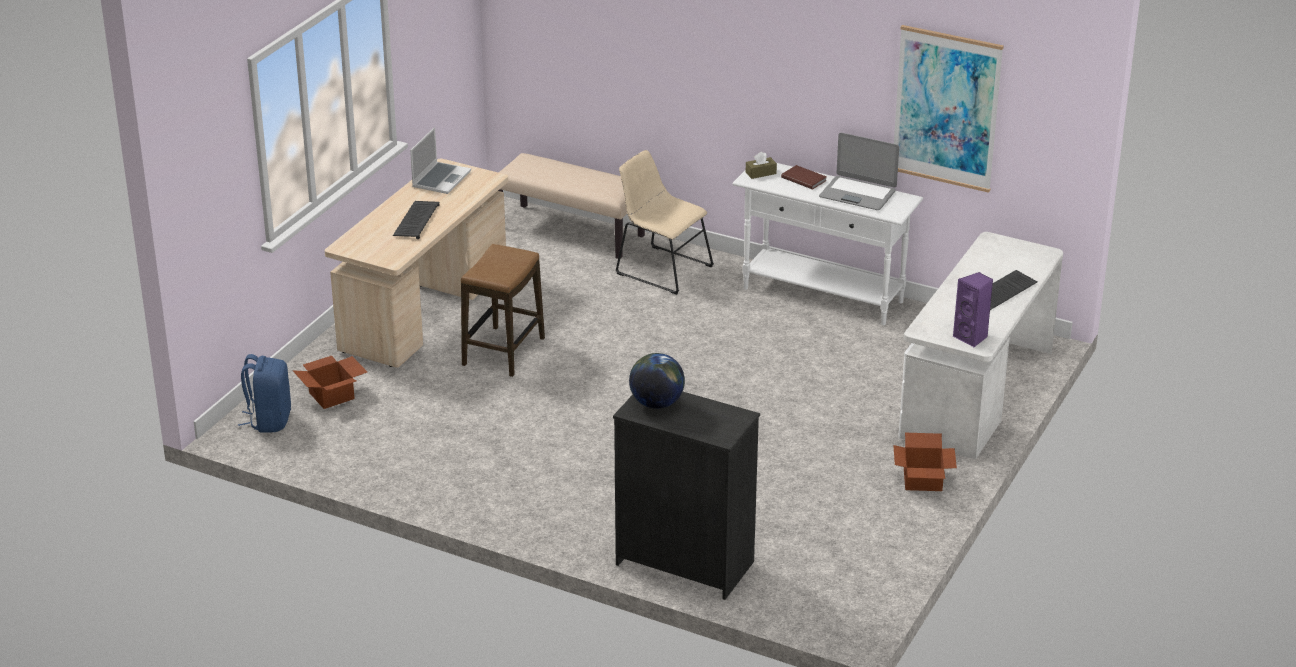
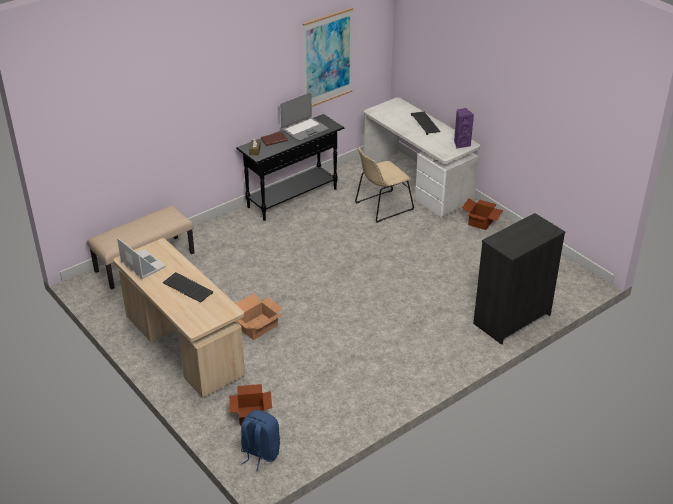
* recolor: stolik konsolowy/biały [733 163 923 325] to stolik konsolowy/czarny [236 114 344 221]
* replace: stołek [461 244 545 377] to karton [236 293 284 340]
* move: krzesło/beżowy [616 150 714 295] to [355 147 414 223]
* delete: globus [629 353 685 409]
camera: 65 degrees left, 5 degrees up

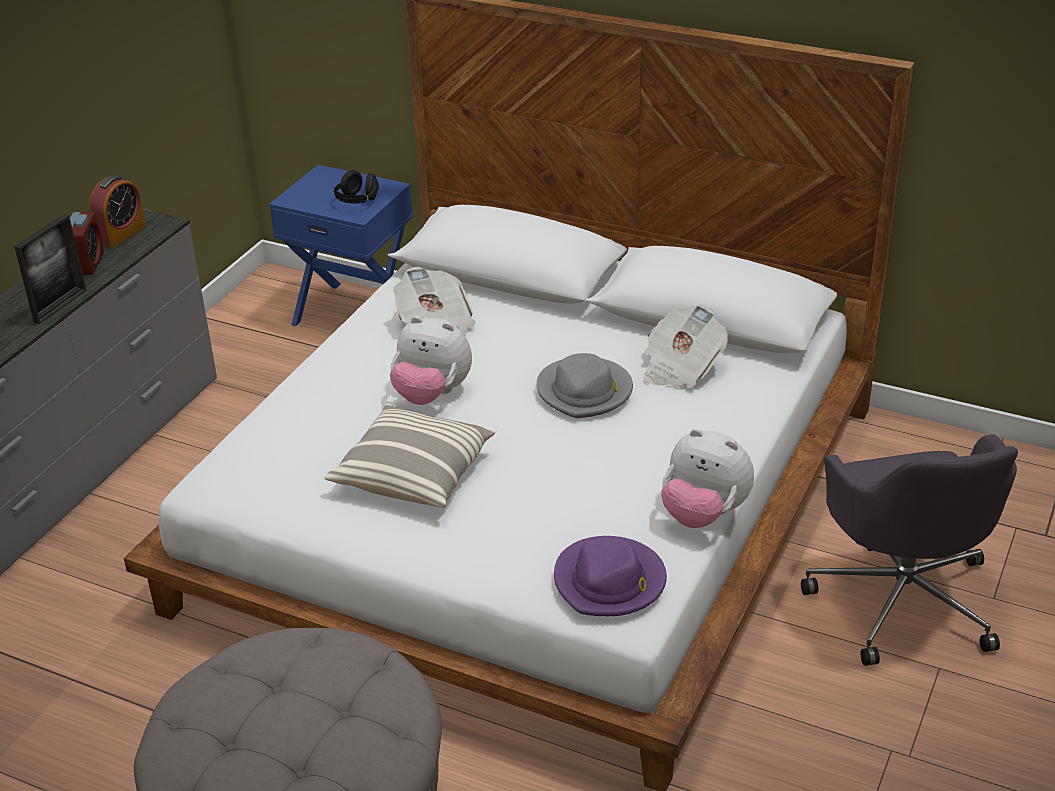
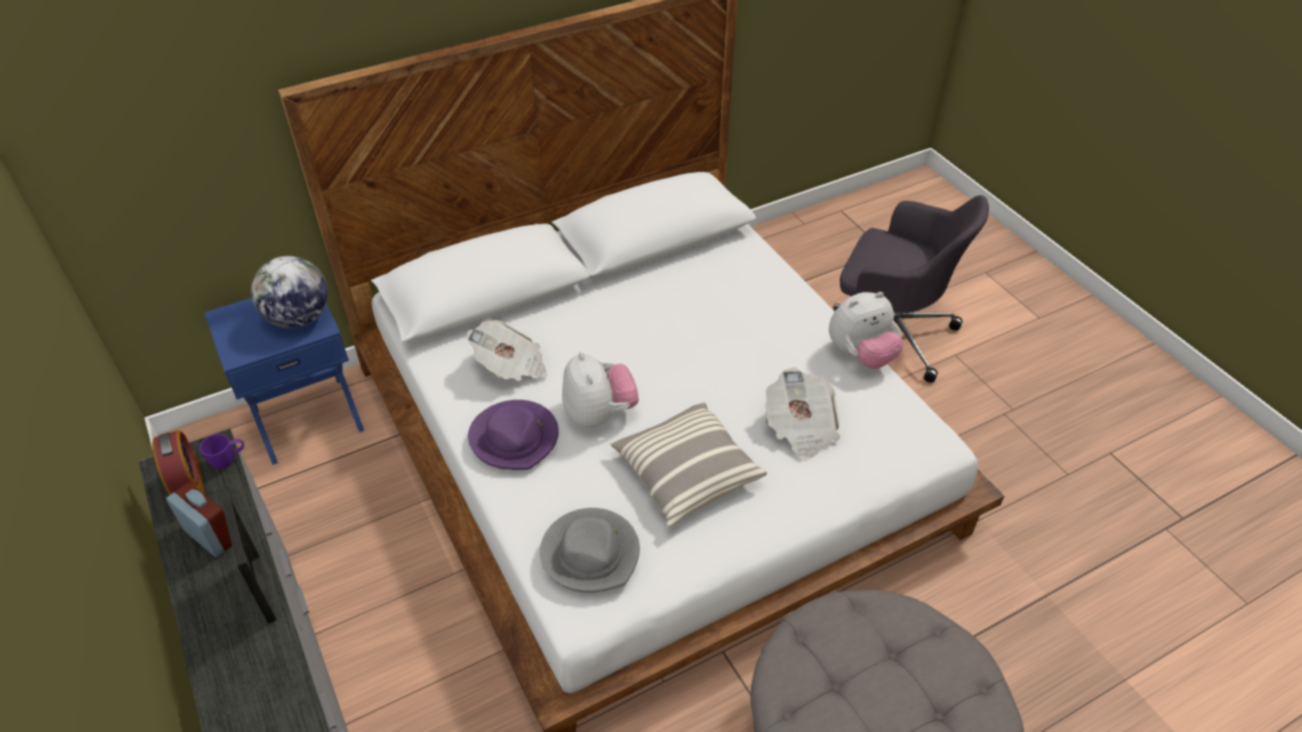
* insert: kubek/fioletowy [200 434 244 469]
* replace: słuchawki/czarny [333 170 379 204] to globus [251 256 328 328]
* move: kapelusz/fioletowy [554 536 667 616] to [468 400 559 470]
* move: kapelusz/szary [537 353 633 418] to [540 508 640 593]
* rotate: pluszak [390 316 472 405] = [562 352 639 427] 75 degrees counterclockwise
* move: gazeta [644 305 728 387] to [765 368 840 461]
camera: 55 degrees left, 10 degrees up

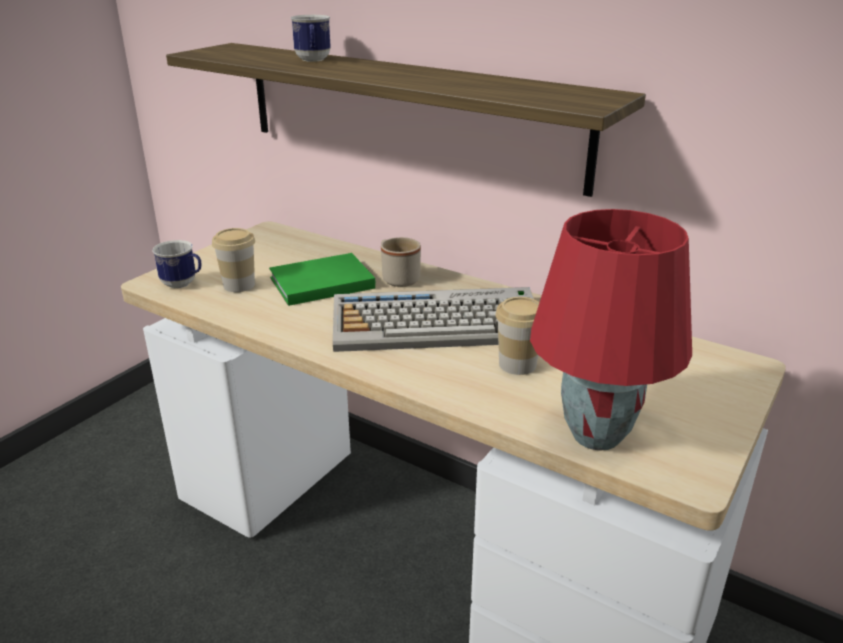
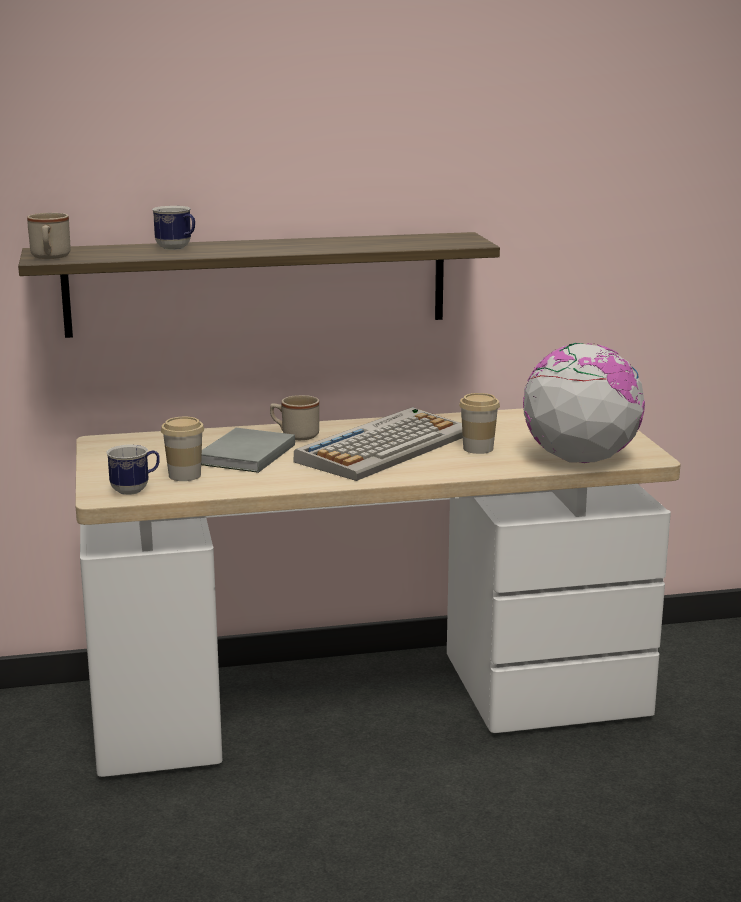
* insert: kubek/beżowy [27 213 71 259]
* recolor: książka/zielony [269 253 376 306] to książka/szary [201 428 295 473]
* replace: lampa stołowa/czerwony [530 209 692 451] to globus [523 343 645 463]
camera: 45 degrees left, 10 degrees down

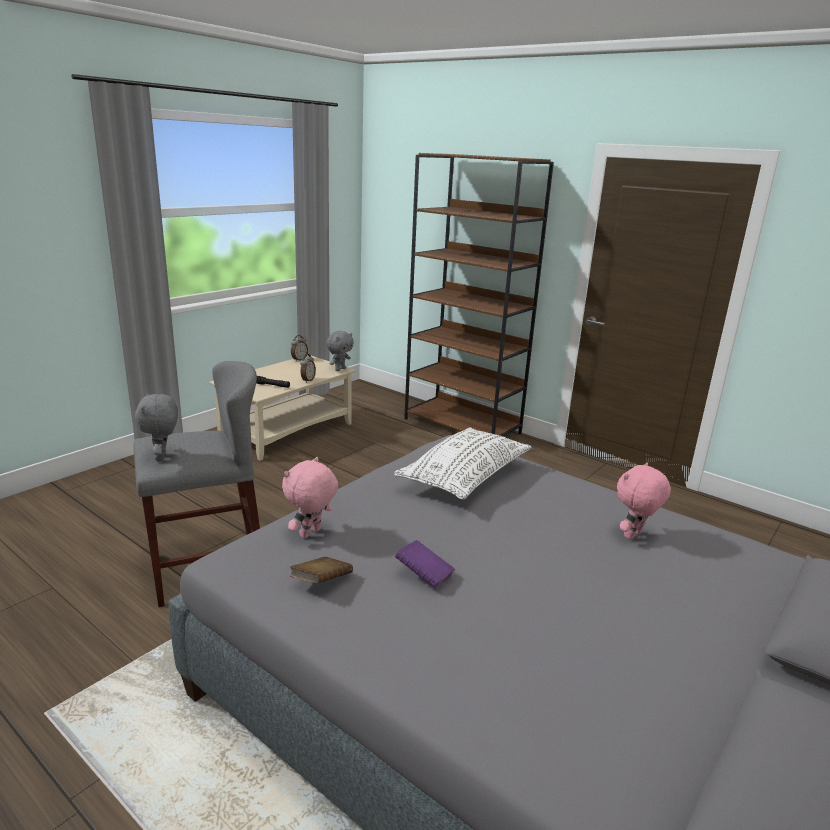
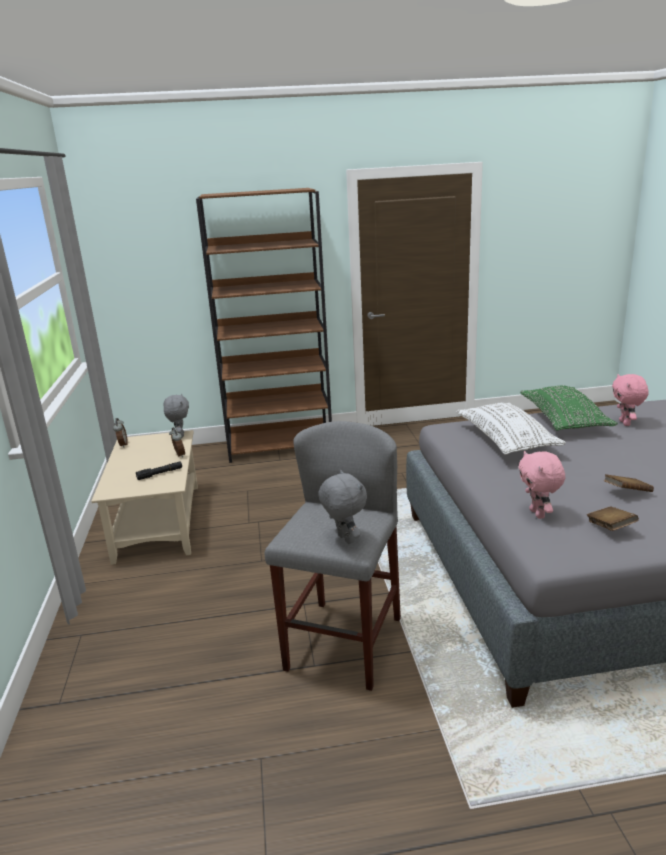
* rotate: pluszak/szary [135 393 178 462] = [318 470 367 544] 150 degrees counterclockwise
* insert: poduszka/zielony [520 386 618 431]
* recolor: książka/fioletowy [395 540 455 588] to książka/brązowy [604 474 654 492]
camera: 45 degrees left, 0 degrees up

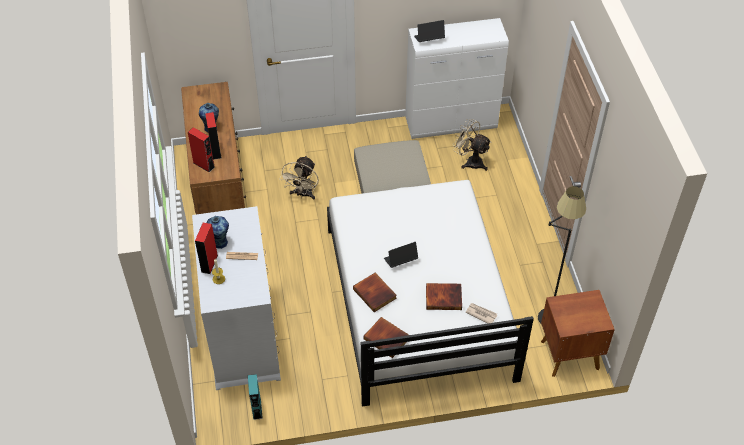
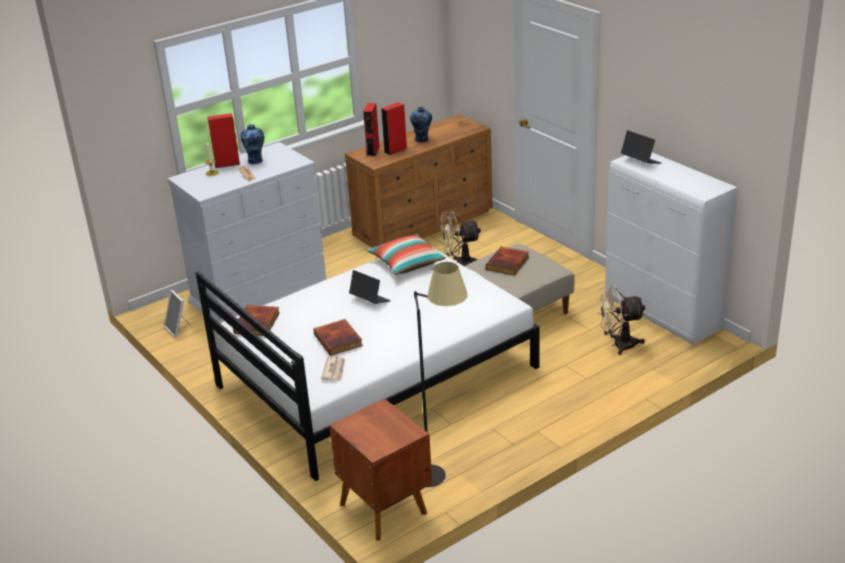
* replace: głośnik/turkusowy [248 374 263 420] to ramka na zdjęcie [164 290 192 338]
* insert: poduszka [367 234 446 275]
* move: książka [353 273 397 312] to [486 247 529 275]
* rotate: wentylator/beżowy [453 119 492 171] = [598 285 645 355] 105 degrees counterclockwise
camera: 65 degrees right, 20 degrees down

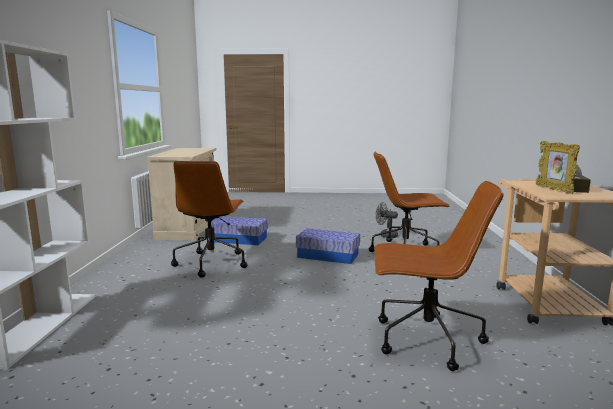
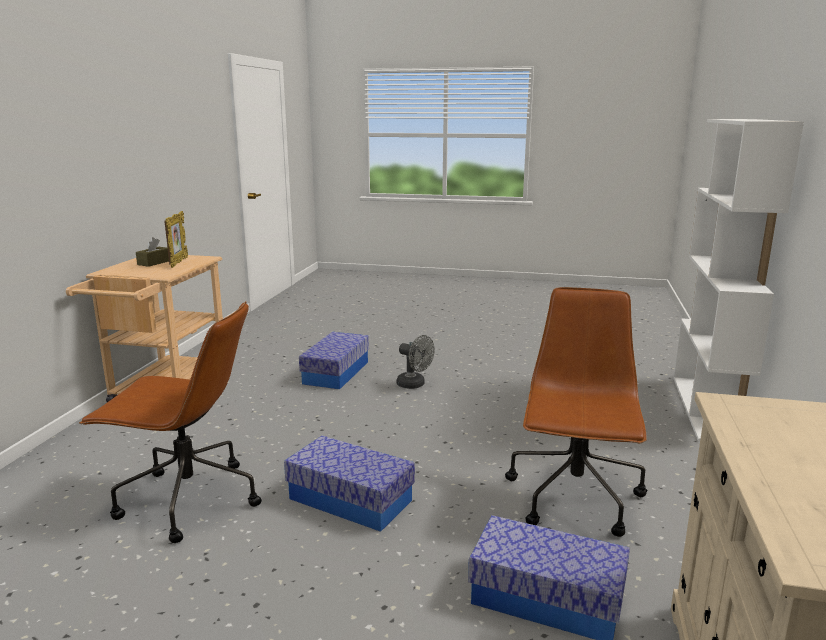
* replace: krzesło biurowe/brązowy [374 181 504 371] to pojemnik do przechowywania [299 332 369 389]
* move: wentylator/szary [375 202 398 238] to [397 335 435 389]
camera: 170 degrees left, 5 degrees up

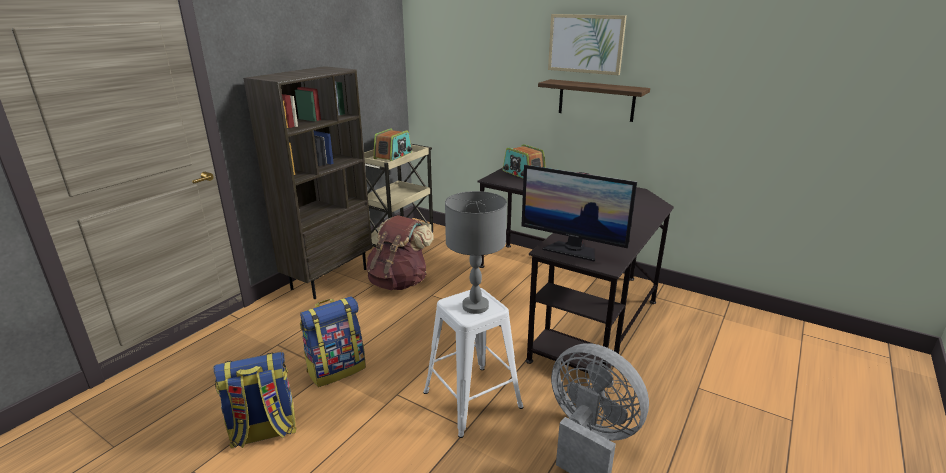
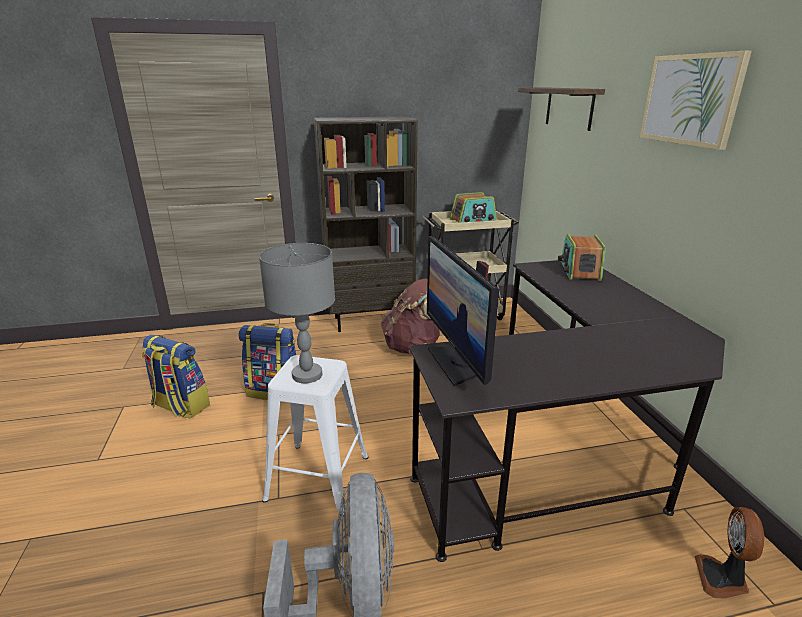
* move: półka [538 79 650 122] to [518 87 605 131]
* insert: wentylator [695 507 764 598]
camera: 45 degrees right, 0 degrees up

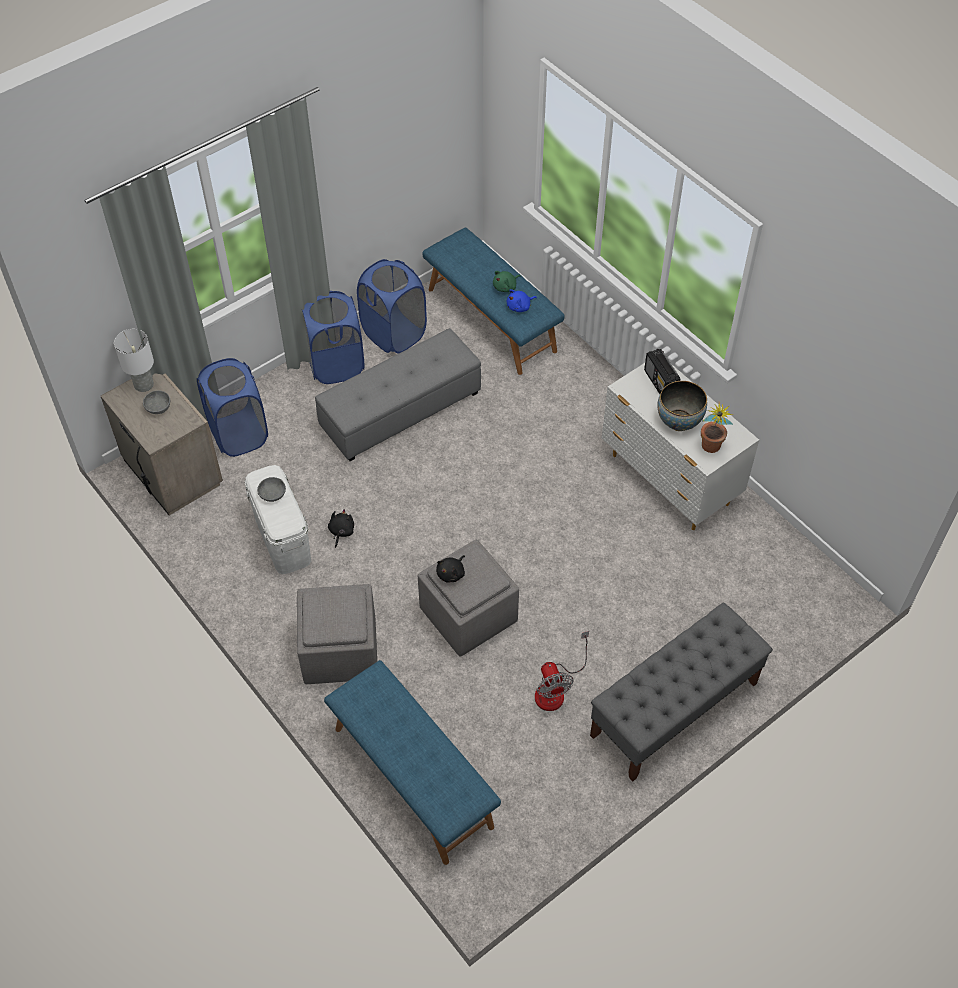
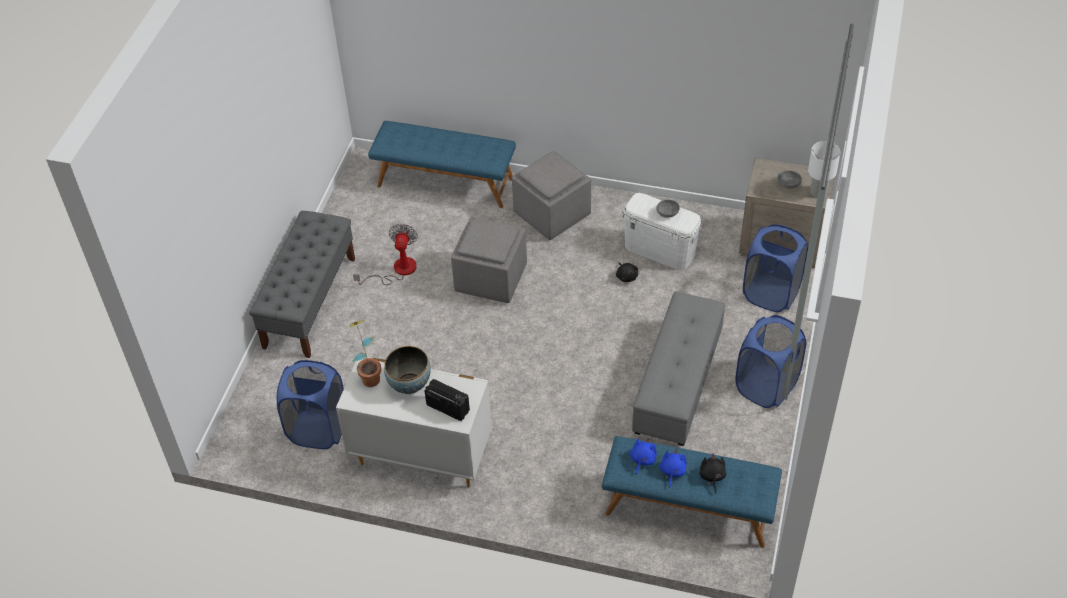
* move: kosz na pranie/niebieski [357 259 427 353] to [277 360 344 449]
* rotate: wentylator [535 631 589 711] = [353 224 418 285] 60 degrees clockwise
* recolor: pluszak/zielony [493 271 521 292] to pluszak/niebieski [660 449 686 488]
* move: pluszak/czarny [436 555 465 582] to [700 453 726 494]
camera: 145 degrees right, 5 degrees down

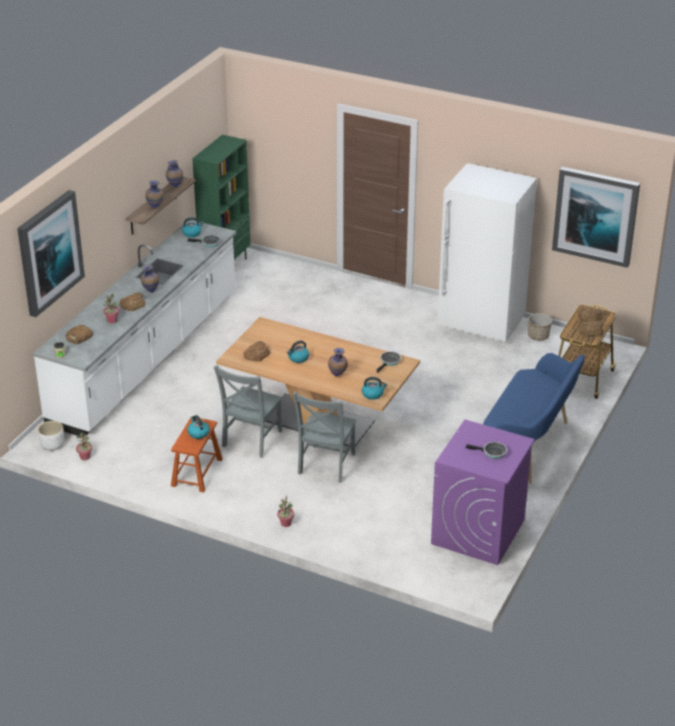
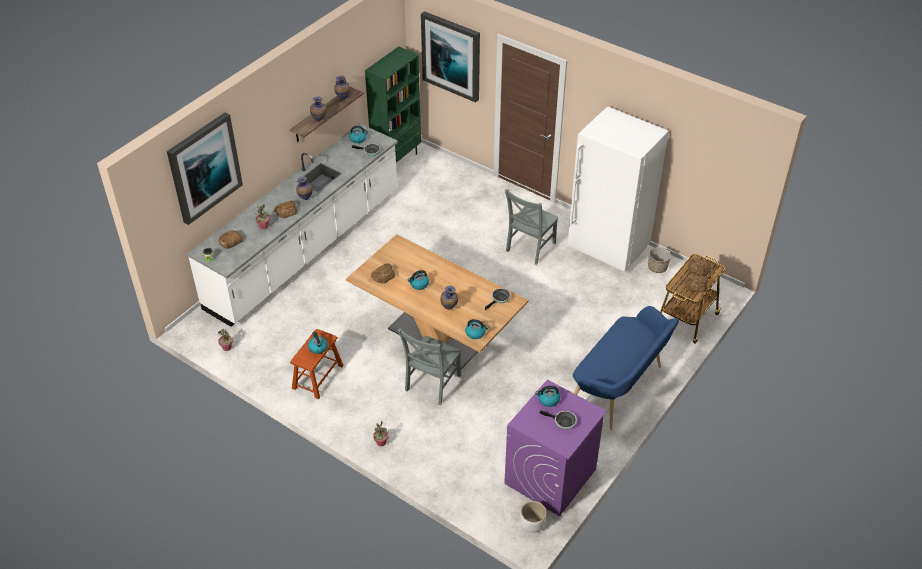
* move: obraz [552 167 640 268] to [421 11 480 103]
* move: krzesło/szary [214 365 282 458] to [505 189 559 265]
* move: donica/biały [38 421 64 450] to [520 501 547 532]
* insert: czajnik [535 386 560 407]
camera: 10 degrees right, 10 degrees up

